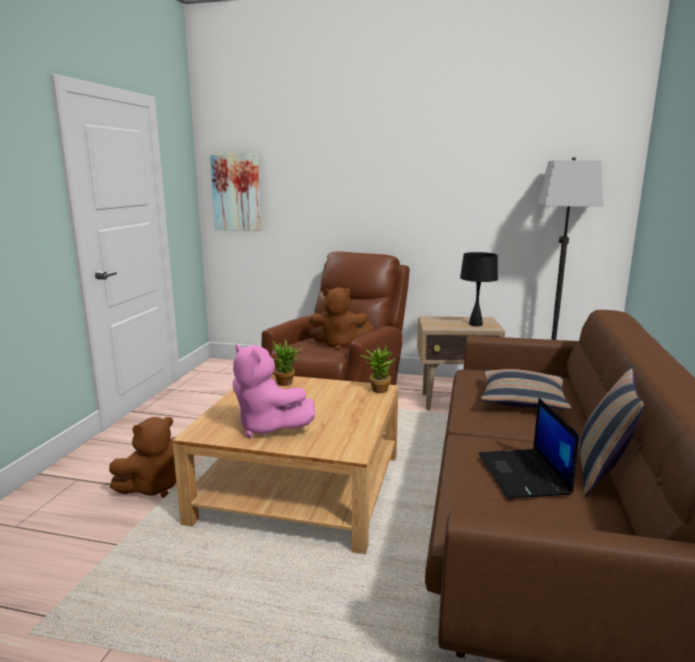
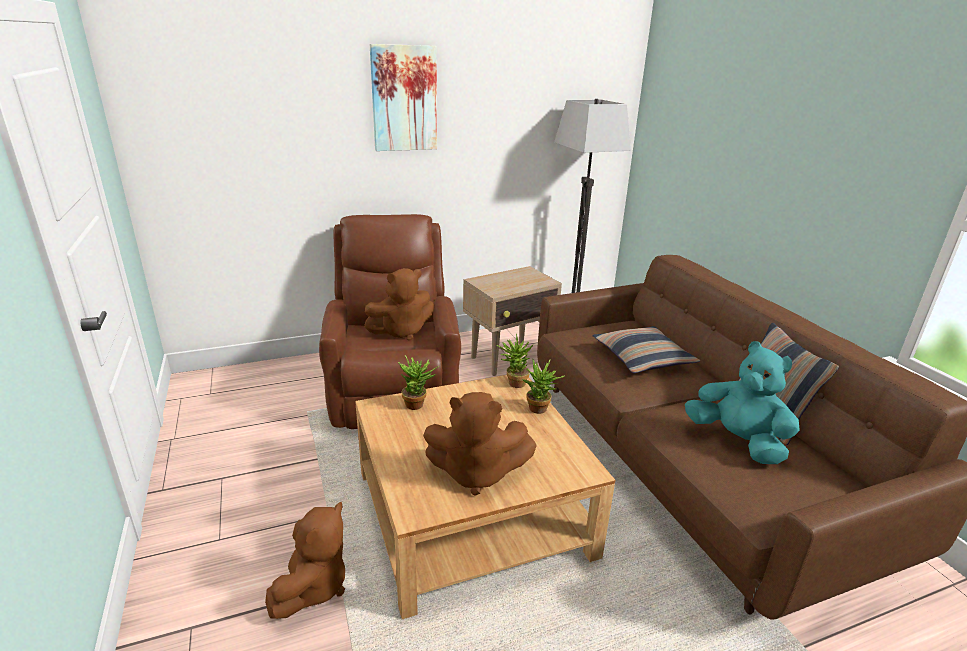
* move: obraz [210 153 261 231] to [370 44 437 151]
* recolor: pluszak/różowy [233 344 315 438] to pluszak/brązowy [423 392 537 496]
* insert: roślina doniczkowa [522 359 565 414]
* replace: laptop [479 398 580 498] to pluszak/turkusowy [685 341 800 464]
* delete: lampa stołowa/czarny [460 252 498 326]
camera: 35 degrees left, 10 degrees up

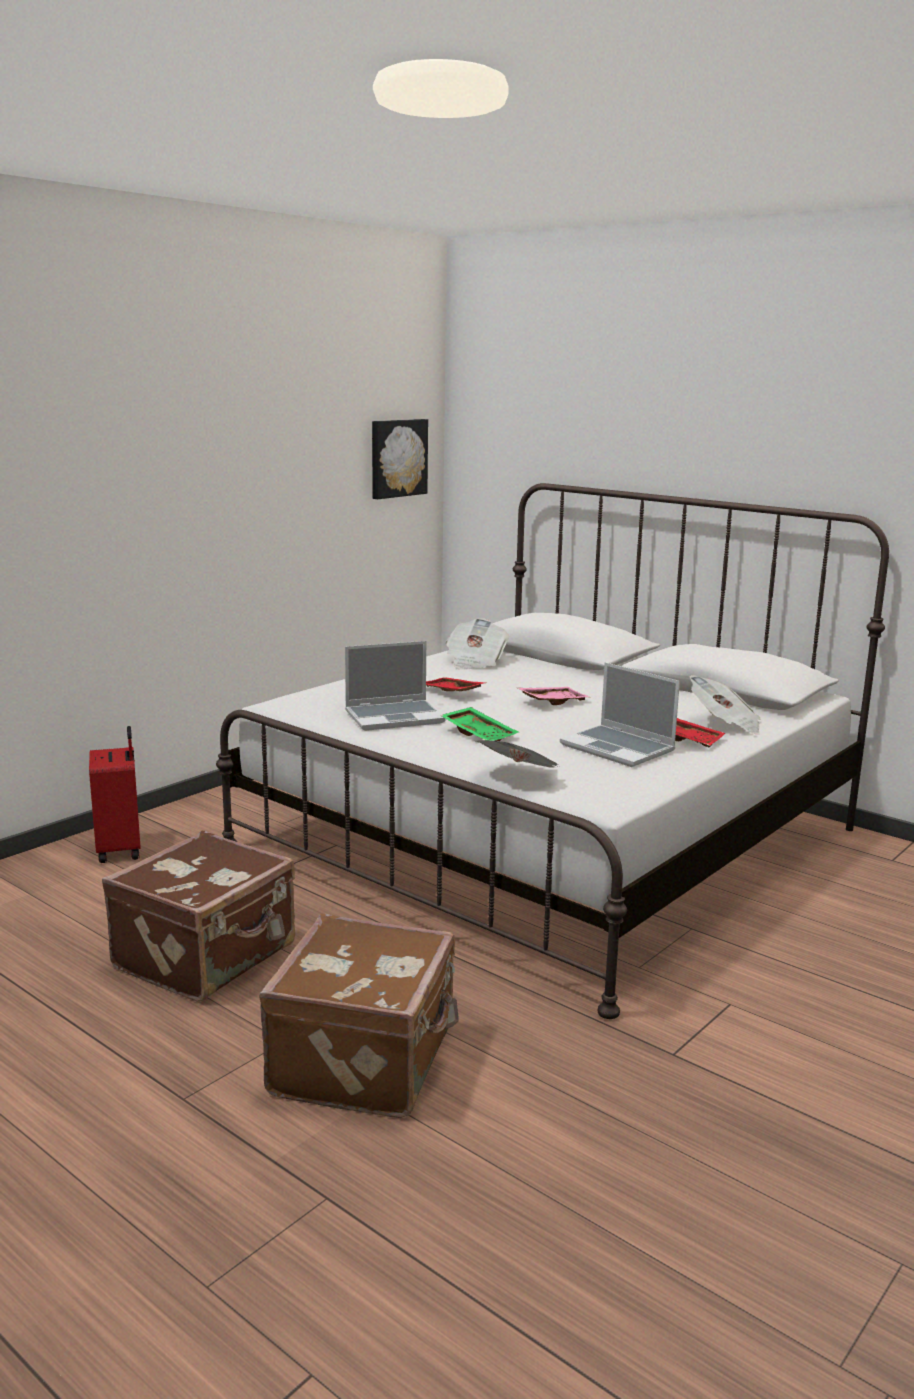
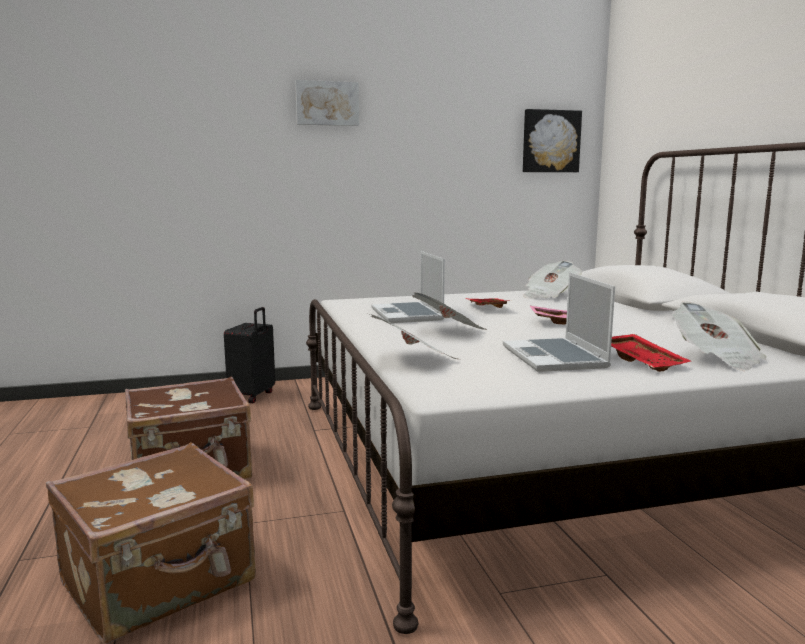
* recolor: walizka/czerwony [89 726 141 863] to walizka/czarny [224 307 275 403]
* insert: obraz [295 80 359 126]
* rotate: laptop [345 641 446 731] = [371 251 445 323] 60 degrees clockwise
* replace: taca/zielony [440 707 519 741] to gazeta [412 293 487 330]
camera: 35 degrees right, 5 degrees down

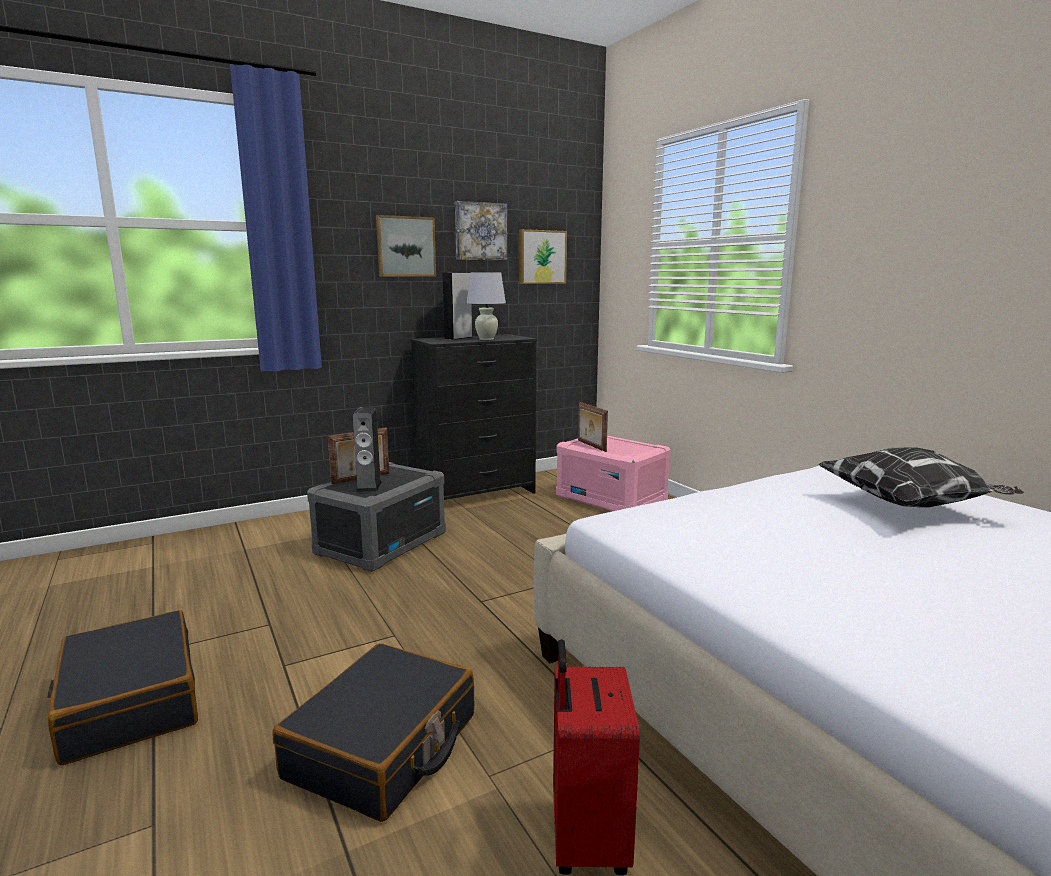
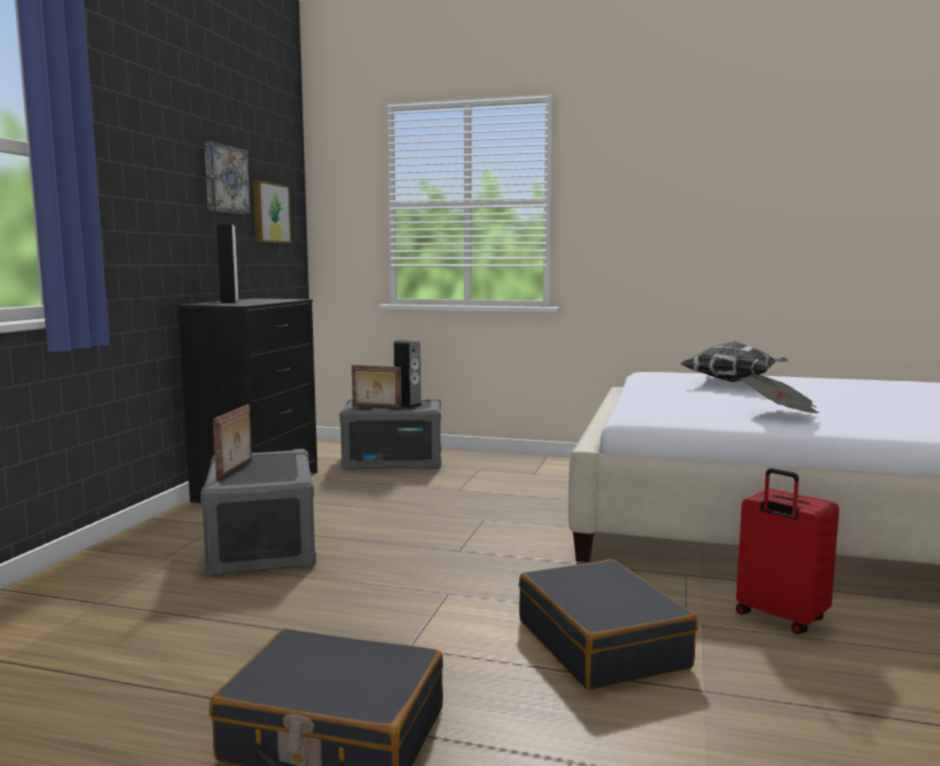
* recolor: pojemnik do przechowywania/różowy [556 436 671 511] to pojemnik do przechowywania/szary [340 398 441 470]
* move: głośnik [353 407 382 492] to [394 340 423 408]
* insert: gazeta [741 375 819 413]
* delete: obraz [376 215 436 277]
* delete: lampa stołowa/biały [467 273 506 340]
camera: 45 degrees left, 5 degrees down

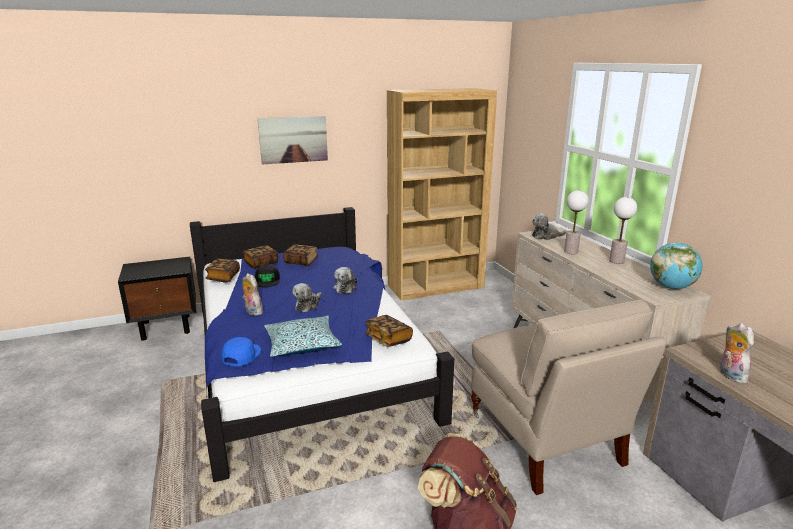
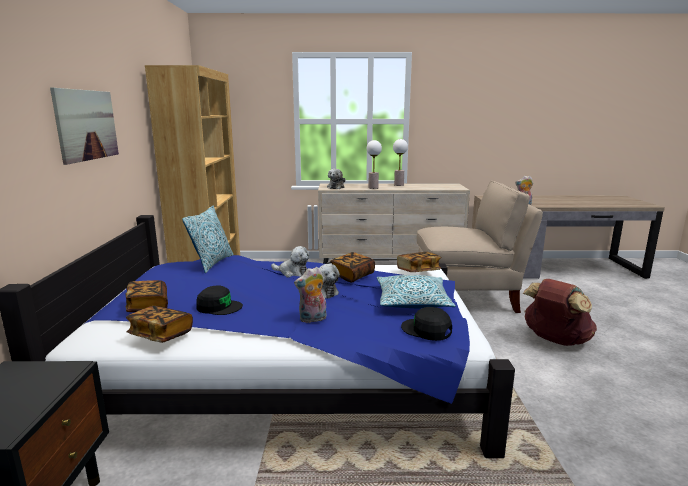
* insert: poduszka [182 206 234 273]
* move: książka [283 244 319 266] to [330 252 375 283]
* recolor: czapka z daszkiem/niebieski [221 337 261 366] to czapka z daszkiem/czarny [401 307 452 341]
* delete: globus [650 242 702 289]
camera: 70 degrees left, 5 degrees down

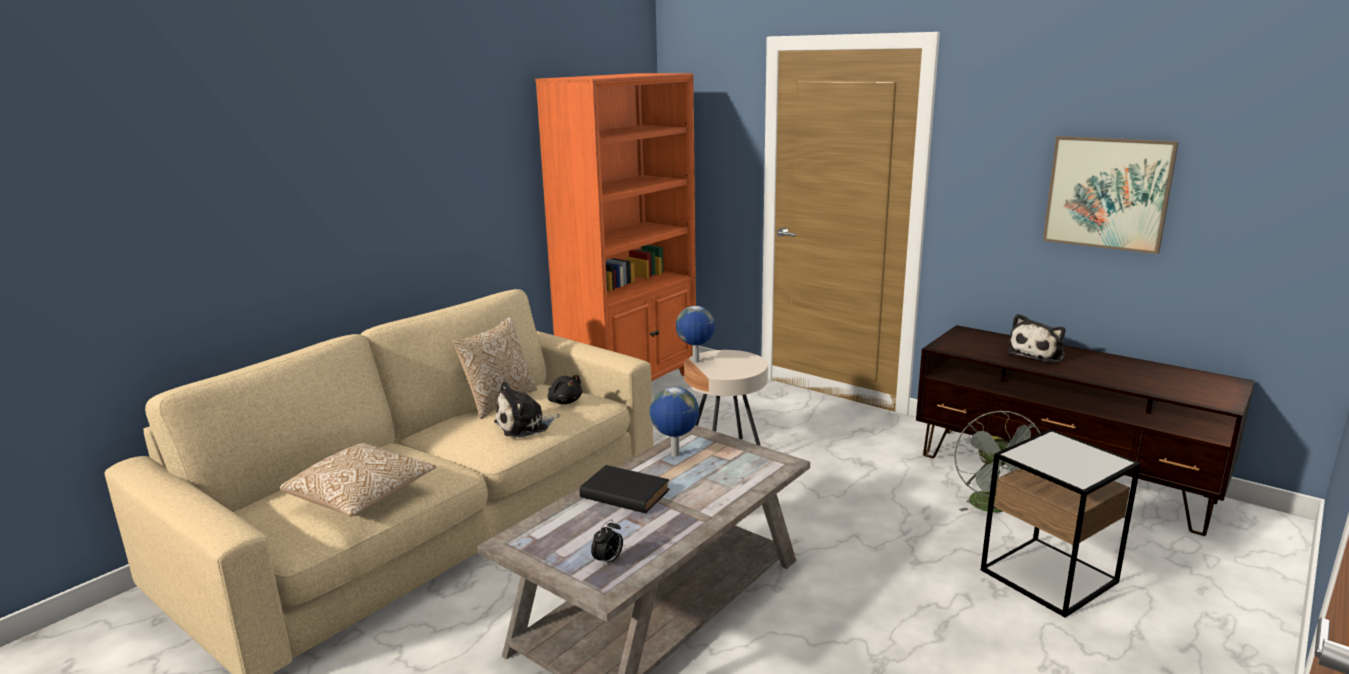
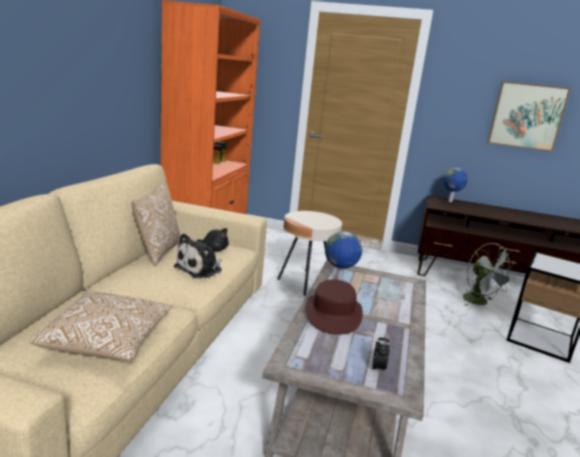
* replace: książka/czarny [580 465 669 513] to kapelusz/brązowy [306 279 363 335]
* move: globus [676 306 715 362] to [443 168 468 202]
* delete: pluszak [1007 314 1065 362]
camera: 25 degrees left, 0 degrees up

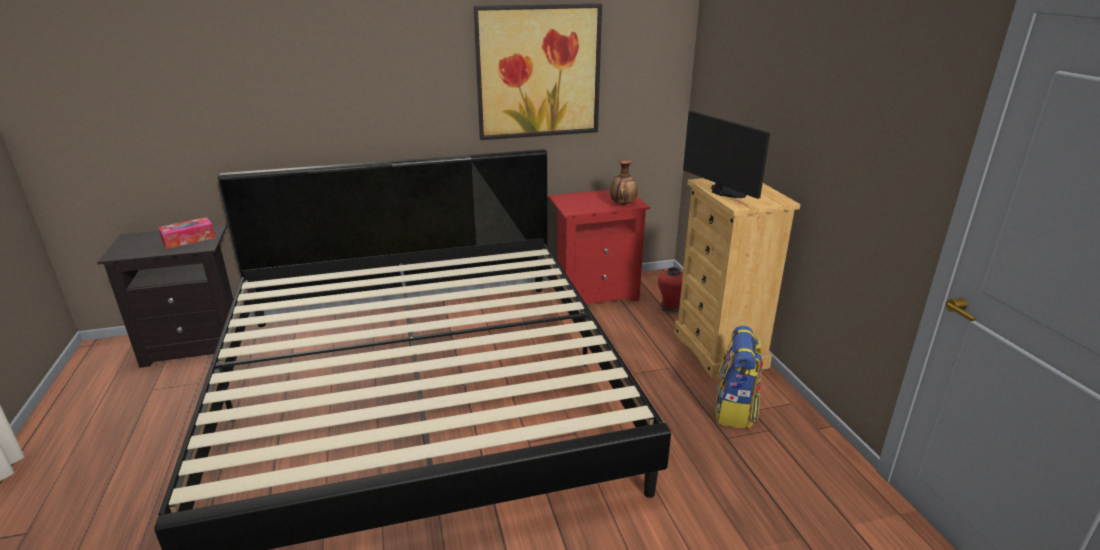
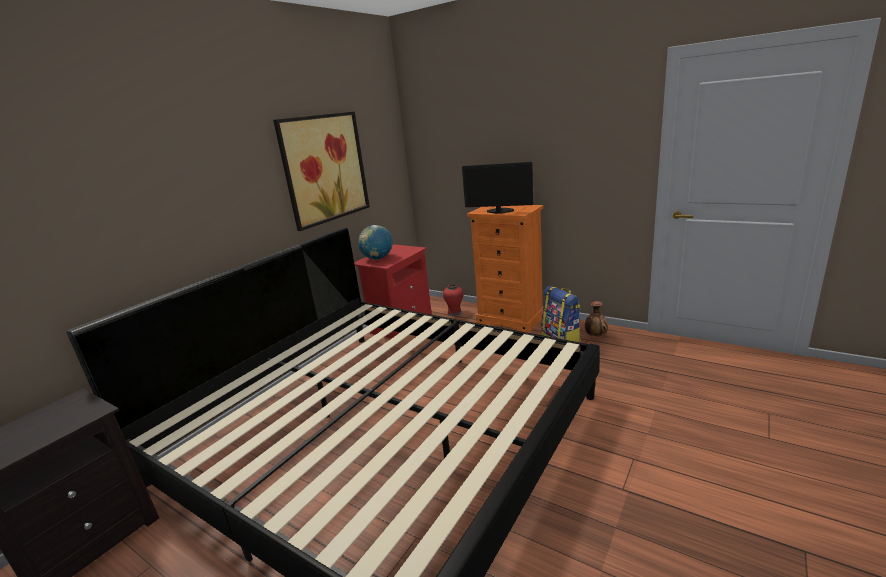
* insert: globus [358 225 393 260]
* recolor: komoda/beżowy [674 178 801 378] to komoda/pomarańczowy [467 205 544 333]
* move: wazon [610 160 638 205] to [585 301 608 336]
* delete: pudełko chusteczek [158 217 216 249]
camera: 40 degrees left, 5 degrees down

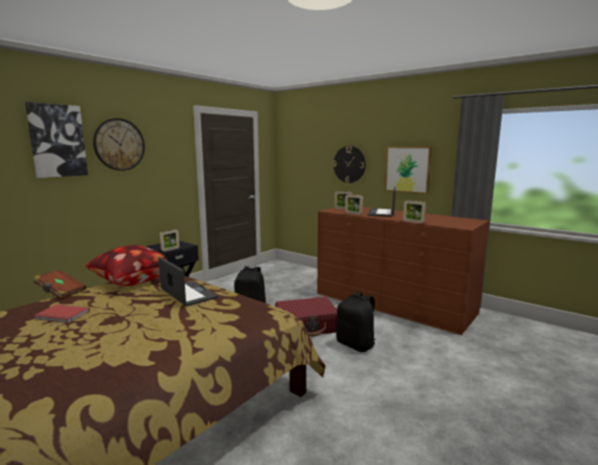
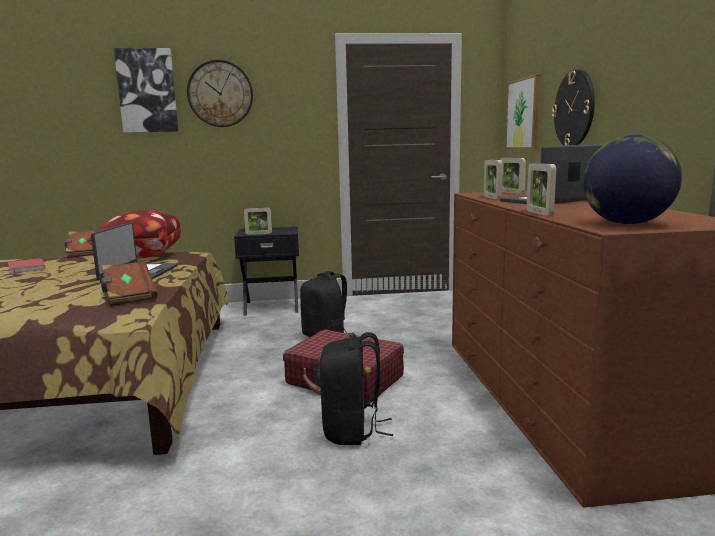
* insert: książka/brązowy [101 261 157 306]
* move: obraz [385 146 432 194] to [505 74 540 149]
* insert: globus [583 135 682 225]
camera: 45 degrees right, 0 degrees up

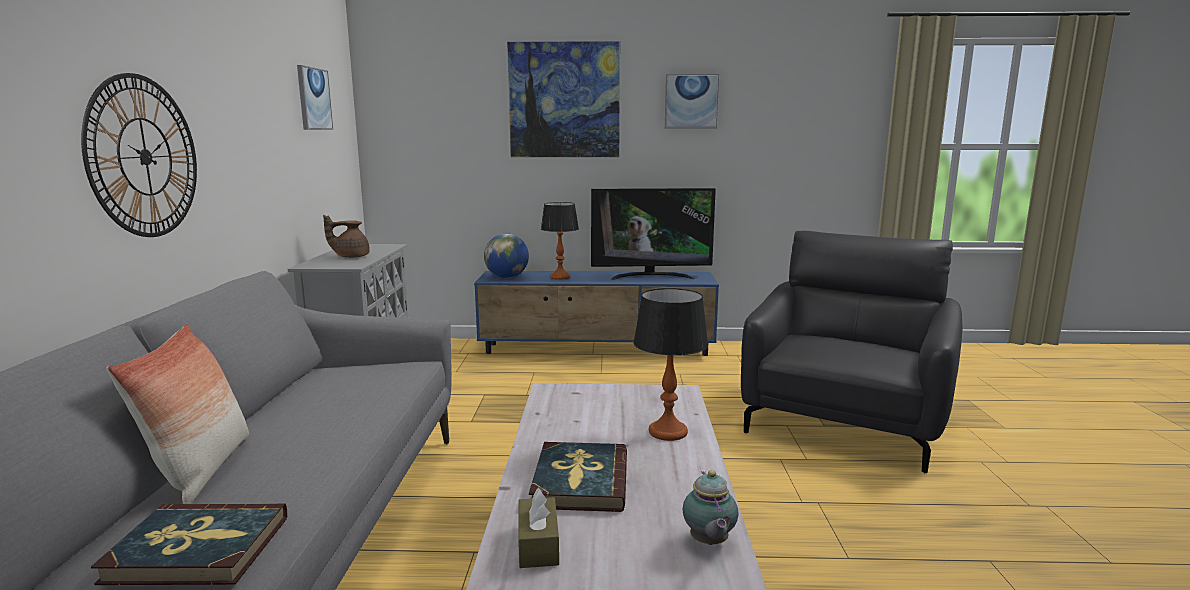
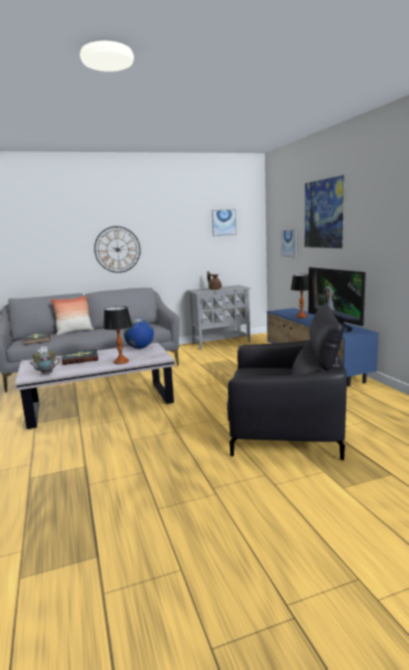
* move: globus [484 234 529 278] to [124 319 154 349]
* move: obraz [665 74 719 128] to [281 230 297 258]
camera: 70 degrees right, 0 degrees up

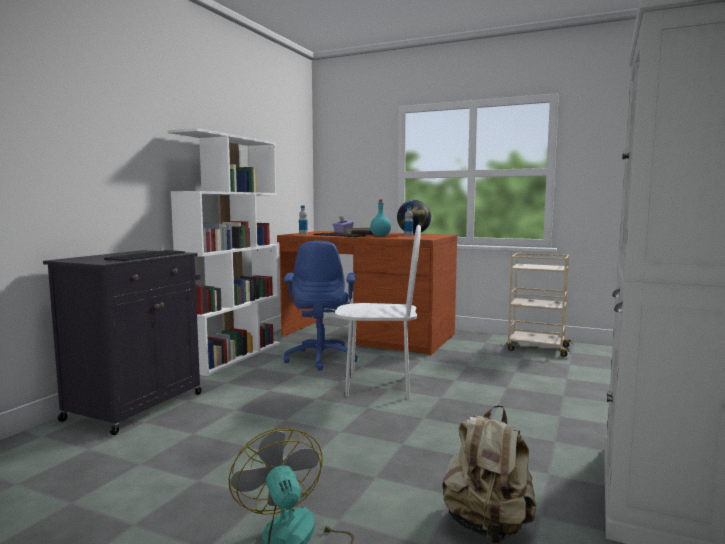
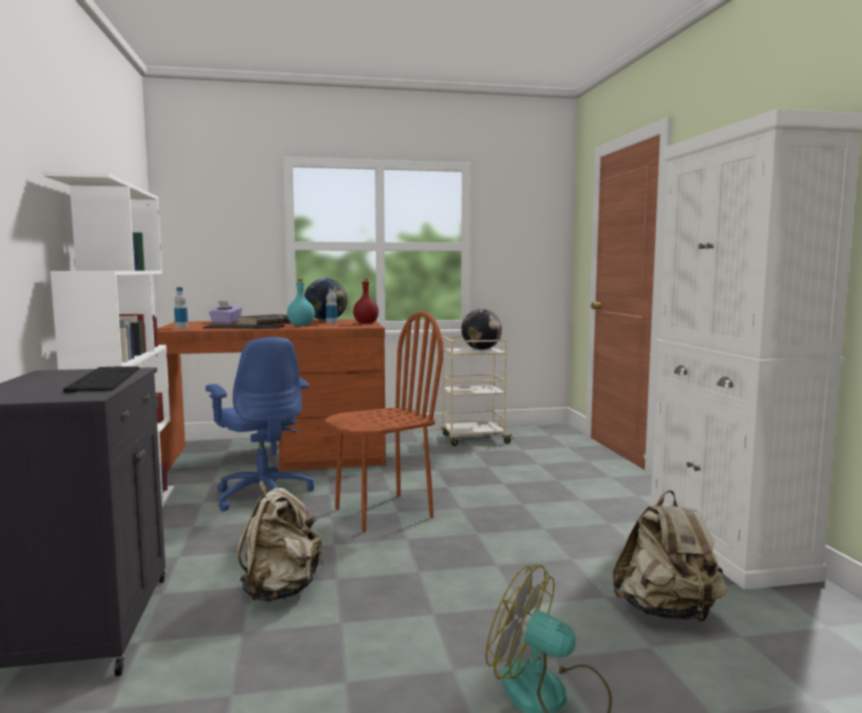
* insert: plecak/beżowy [237 481 323 602]
* recolor: krzesło/biały [335 225 421 399] to krzesło/brązowy [325 311 443 532]
* insert: butelka/czerwony [353 278 379 324]
* insert: globus [461 309 502 350]
camera: 35 degrees left, 0 degrees up

